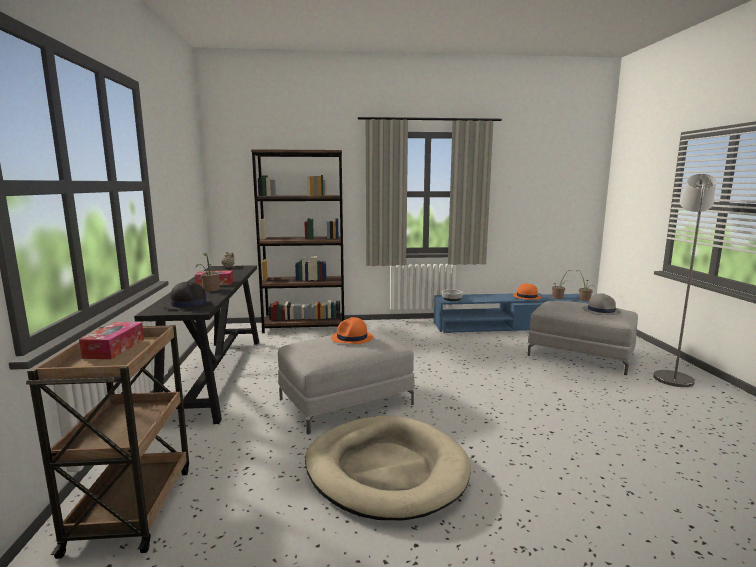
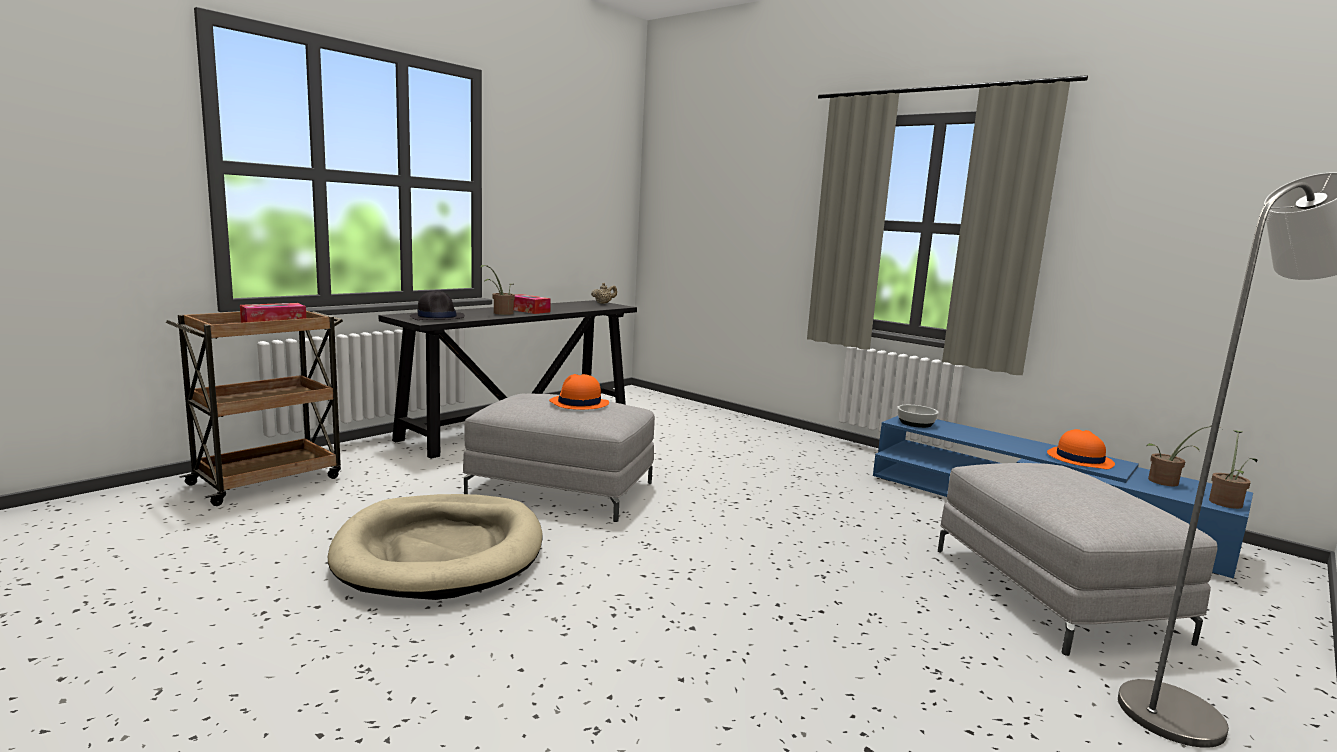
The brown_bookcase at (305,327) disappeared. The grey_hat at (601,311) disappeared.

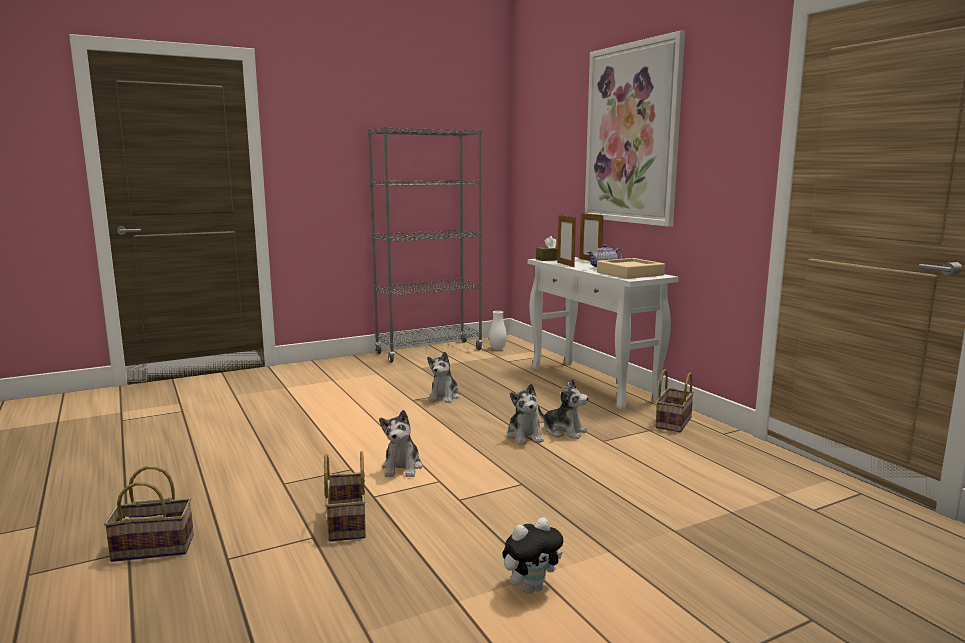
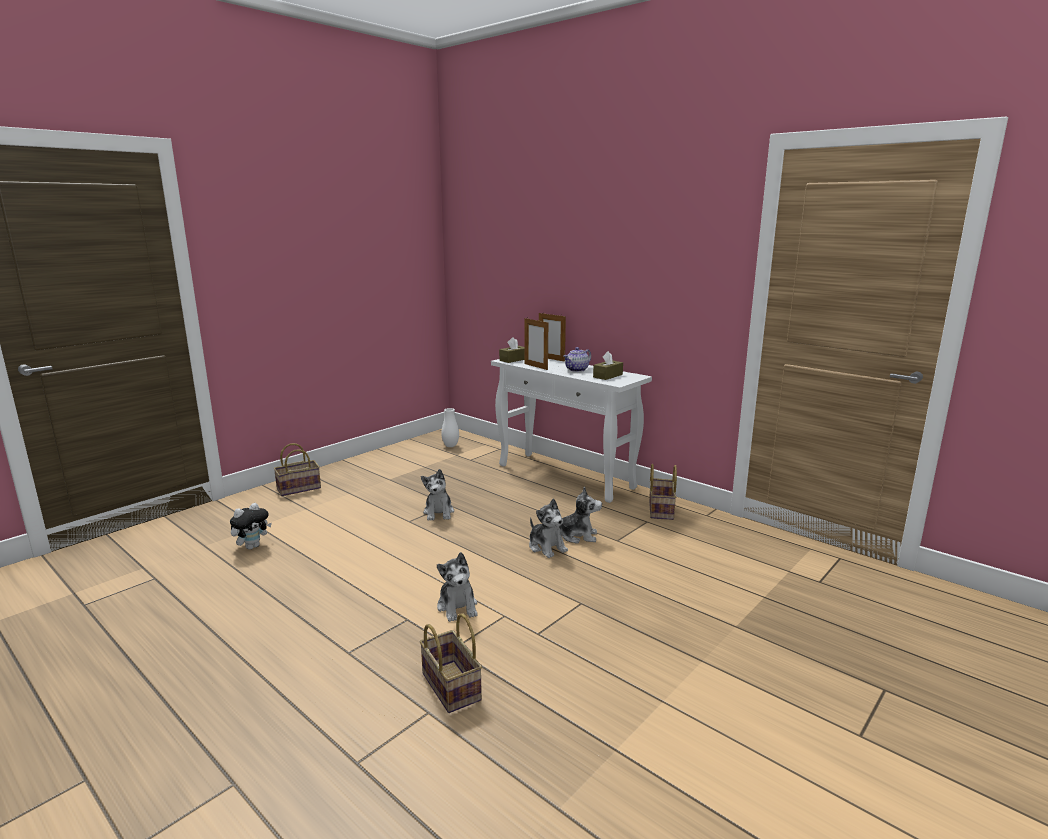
The plush_toy moved from (531,588) to (252,546). The basket moved from (156,547) to (299,488). The beige_tray at (630,273) was replaced by the brown_tissue_box at (608,376). The grey_bookcase at (429,351) disappeared. The picture at (632,134) disappeared.

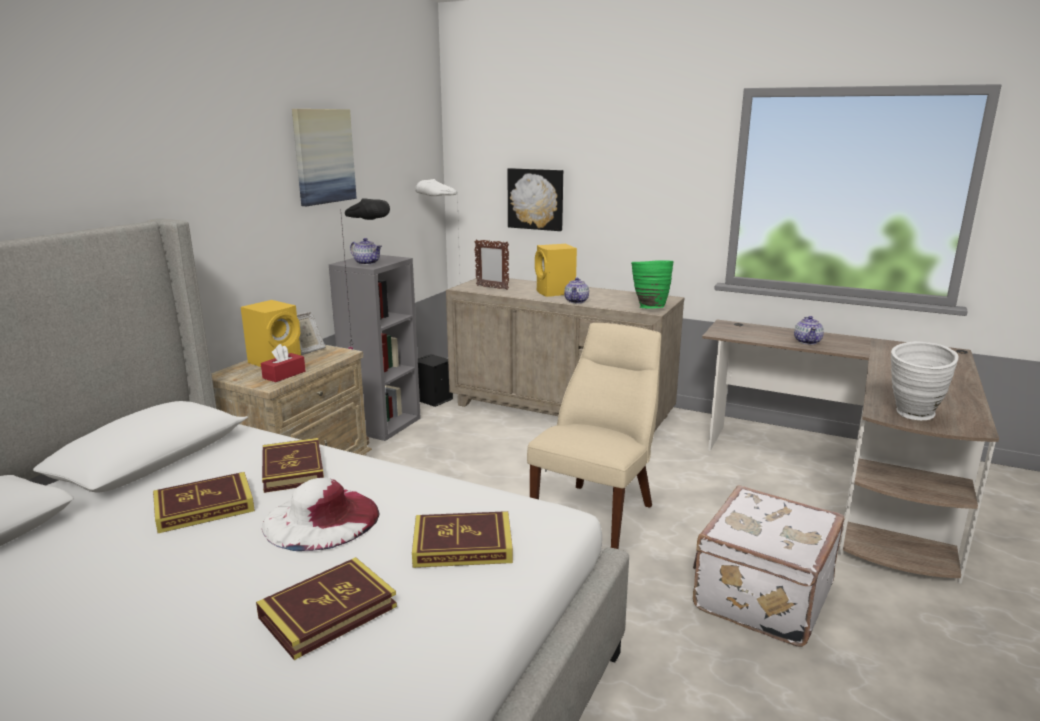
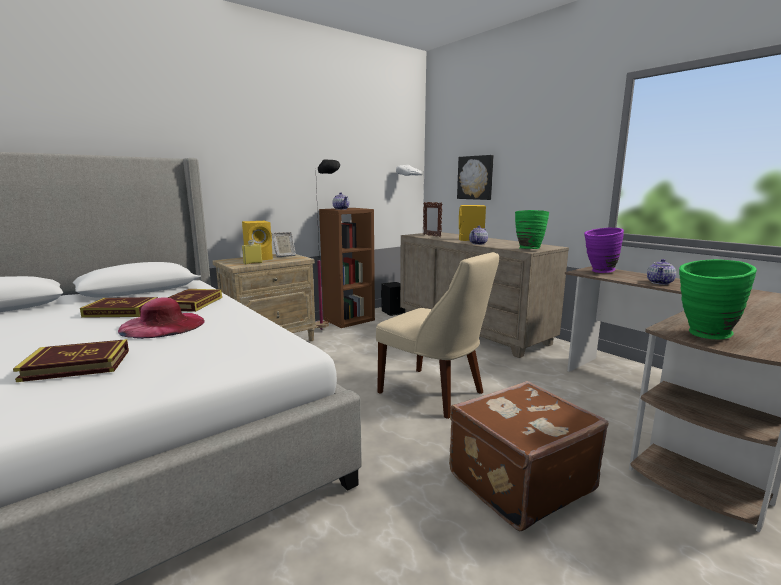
The white_hat at (321,518) became the pink_hat at (162,325). The red_tissue_box at (284,375) was replaced by the yellow_bottle at (252,263). The grey_bookcase at (382,424) became the brown_bookcase at (349,320). The beige_chair at (597,515) turned 75 degrees clockwise. The white_suitcase at (760,596) became the brown_suitcase at (518,480). The purple_vase at (599,272) appeared. The white_vase at (913,416) became the green_vase at (704,335). The picture at (323,156) disappeared. The book at (462,545) disappeared.

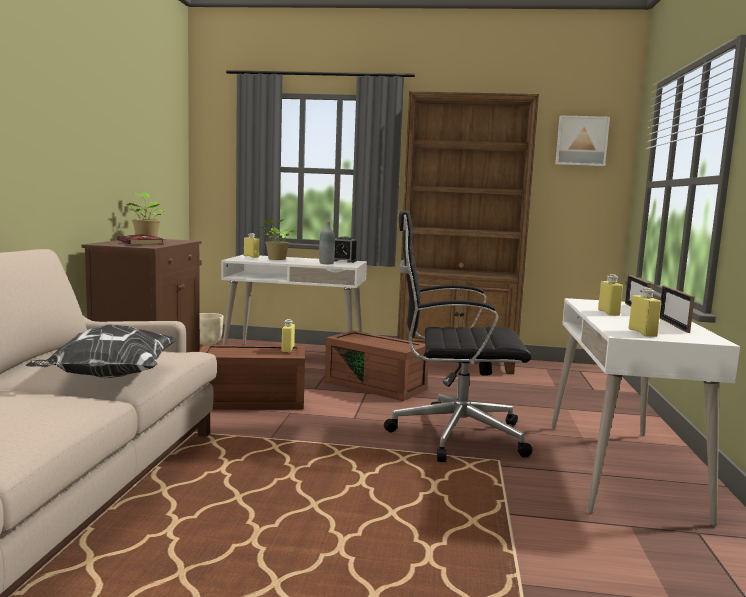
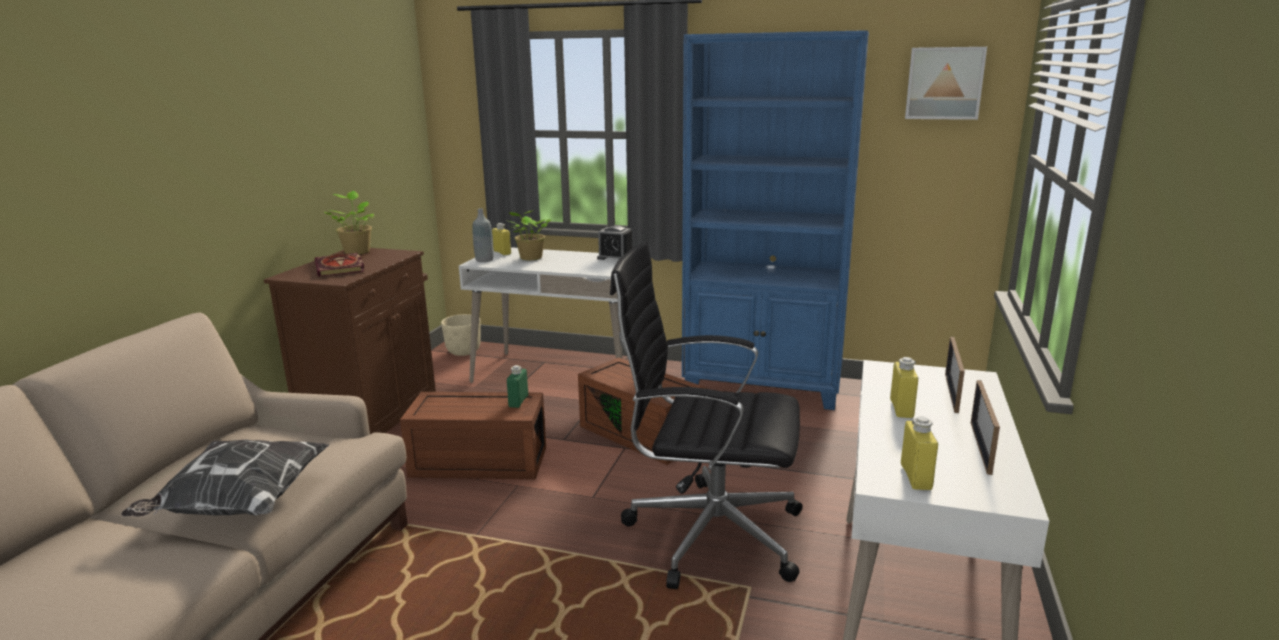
The grey_bottle moved from (326,263) to (484,260). The yellow_bottle at (288,349) became the green_bottle at (518,401). The brown_bookcase at (456,363) became the blue_bookcase at (764,388).

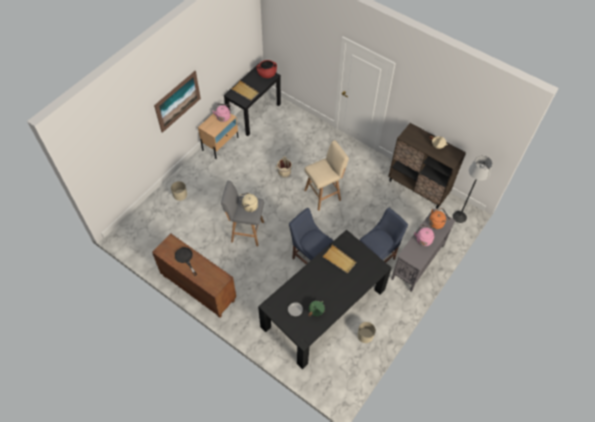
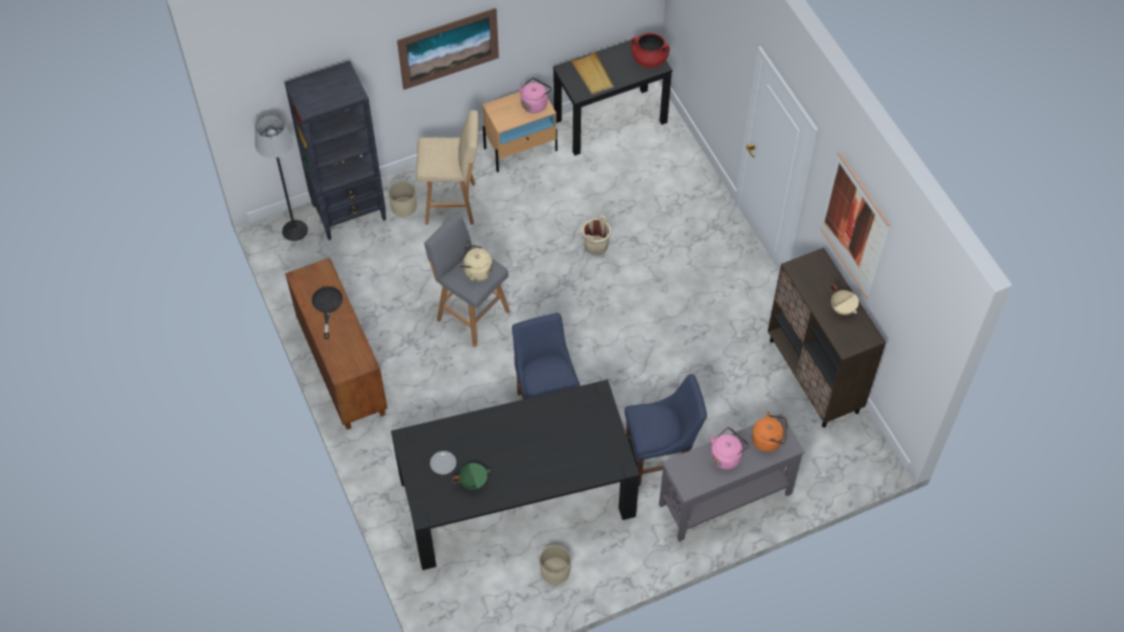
The floor_lamp moved from (459,217) to (294,230). The black_bookcase at (350,212) appeared. The beige_stool moved from (323,194) to (453,203). The picture at (854,225) appeared. The beige_tray at (339,260) disappeared.

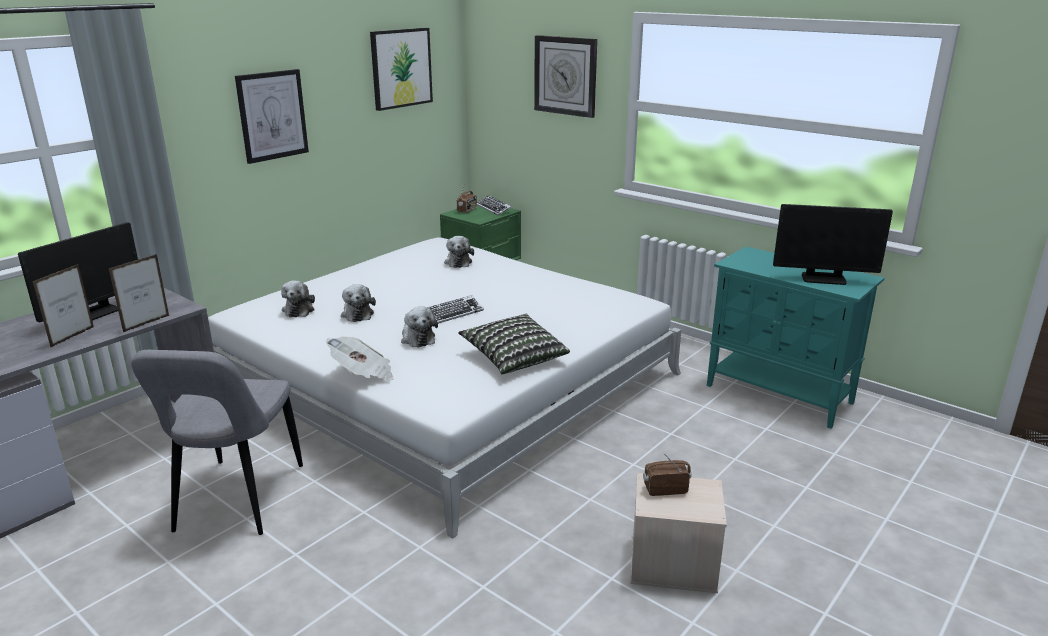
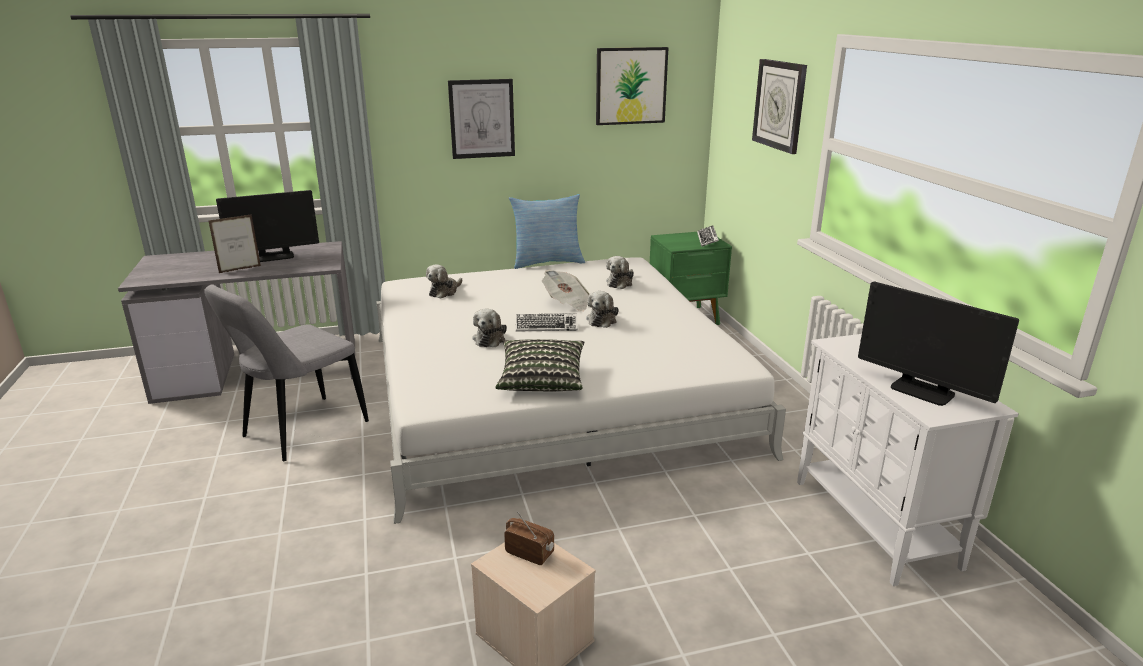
The pillow at (547,262) appeared. The newspaper moved from (363,374) to (567,303). The plush_toy moved from (357,314) to (602,320). The turquoise_cabinet at (780,394) became the white_cabinet at (875,524). The picture_frame at (146,323) disappeared. The radio at (467,210) disappeared.

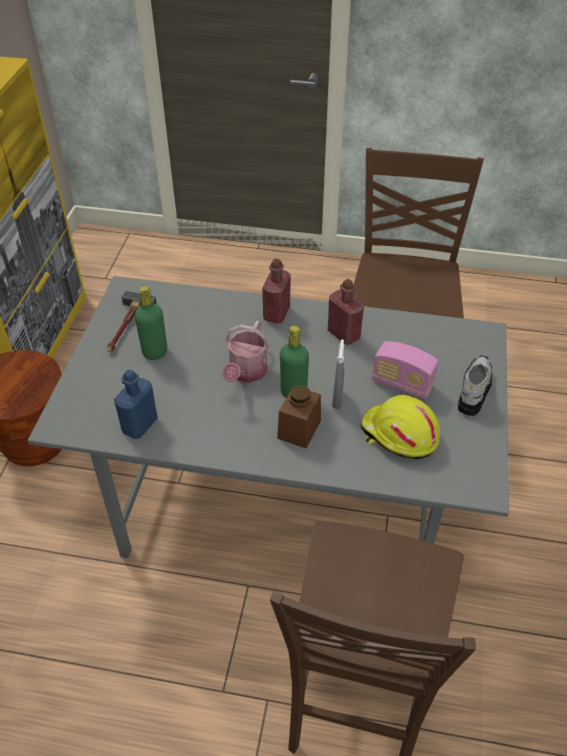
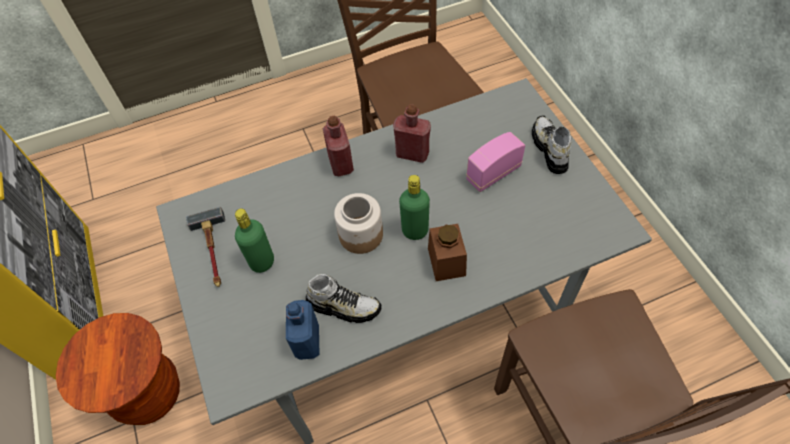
The shoe at (344,306) appeared. The watering_can at (246,373) was replaced by the jar at (360,235). The radio at (402,384) turned 150 degrees clockwise. The grey_spray_bottle at (337,399) disappeared. The yellow_hard_hat at (398,435) disappeared.

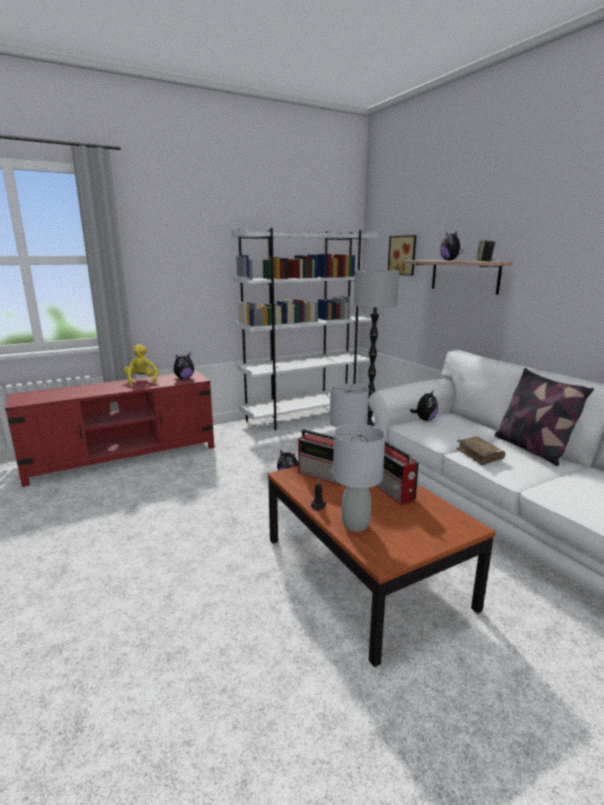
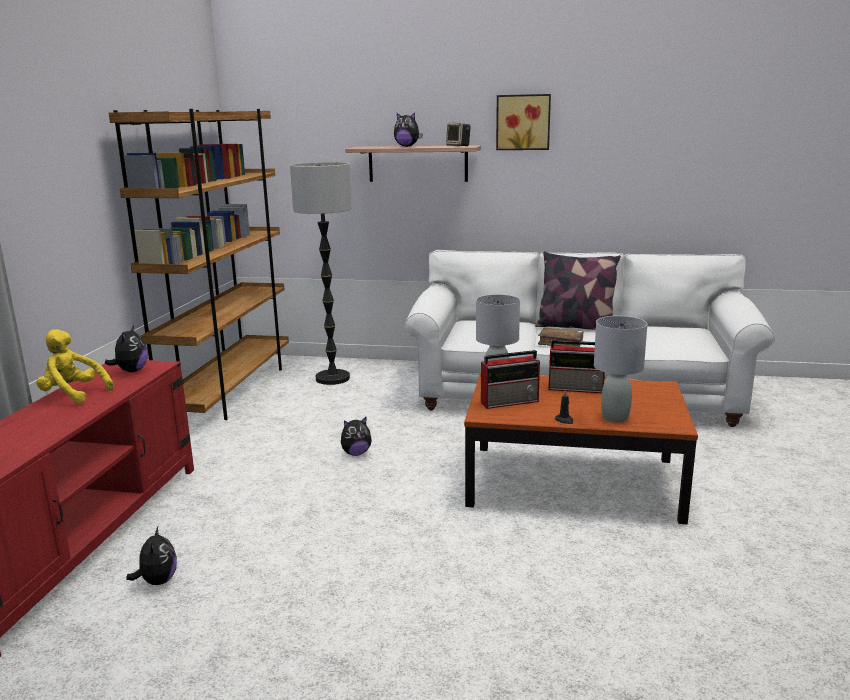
The white_bookcase at (307,416) became the brown_bookcase at (230,391). The plush_toy moved from (424,419) to (158,581). The picture moved from (403,255) to (523,122).

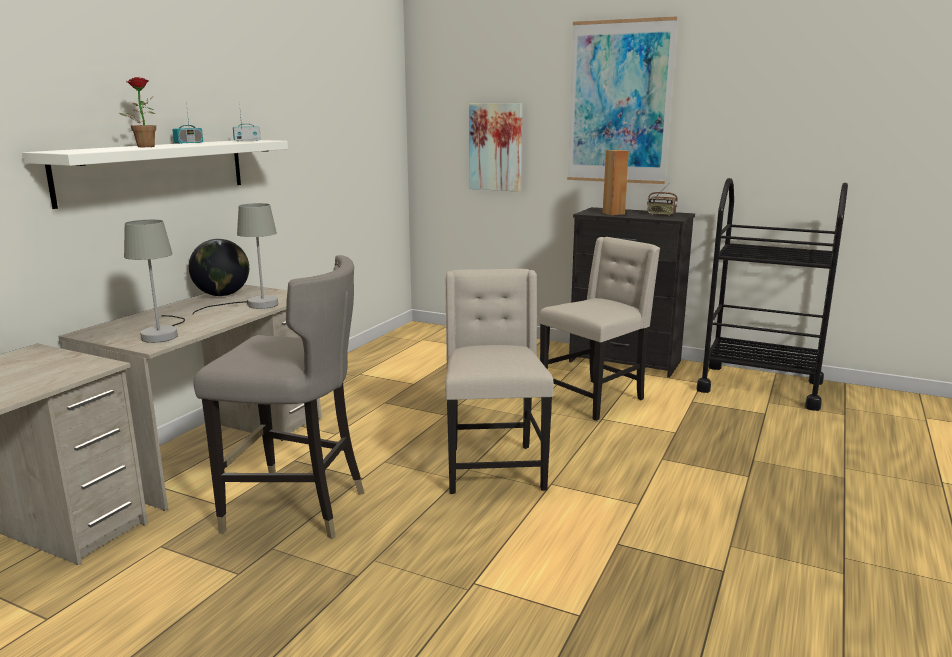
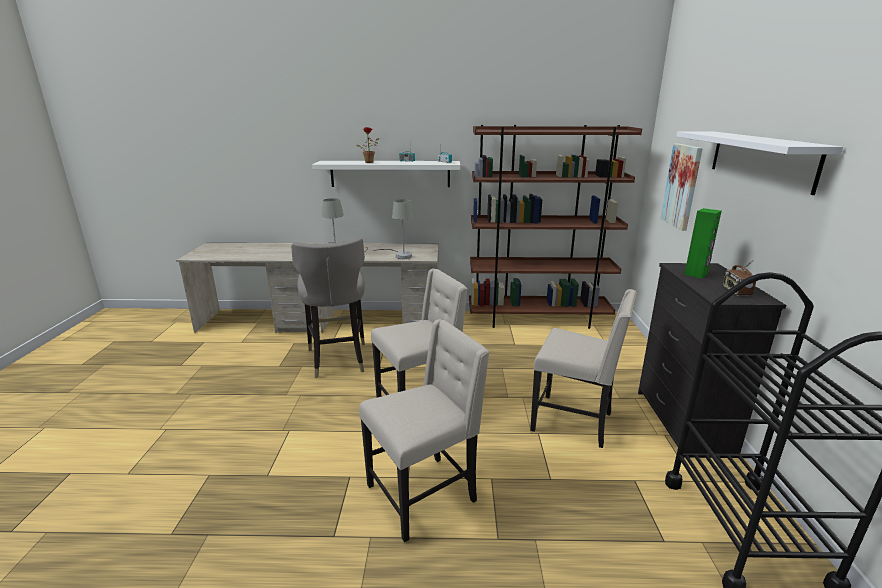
The beige_chair at (424,494) appeared. The brown_bookcase at (538,319) appeared. The picture at (619,103) was replaced by the white_shelf at (760,159). The brown_speaker at (614,213) became the green_speaker at (696,274). The globe at (222,295) disappeared.

